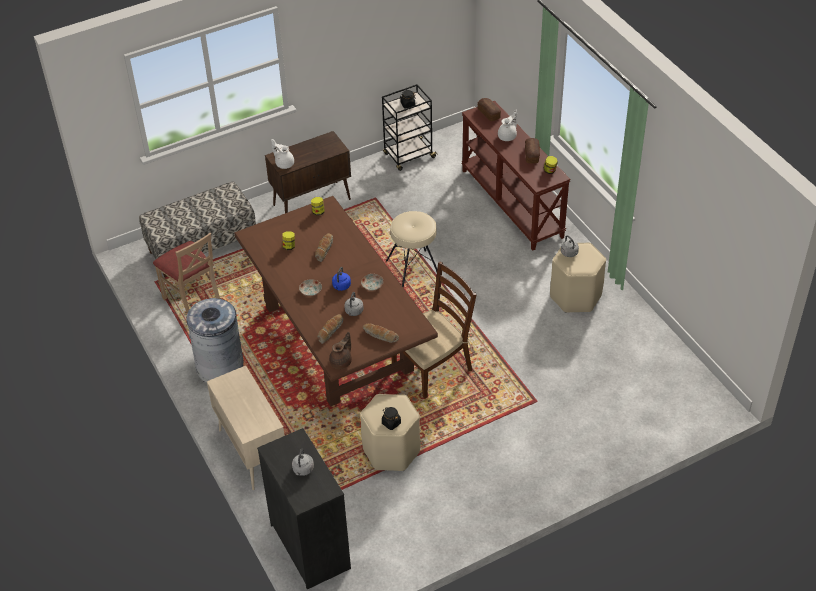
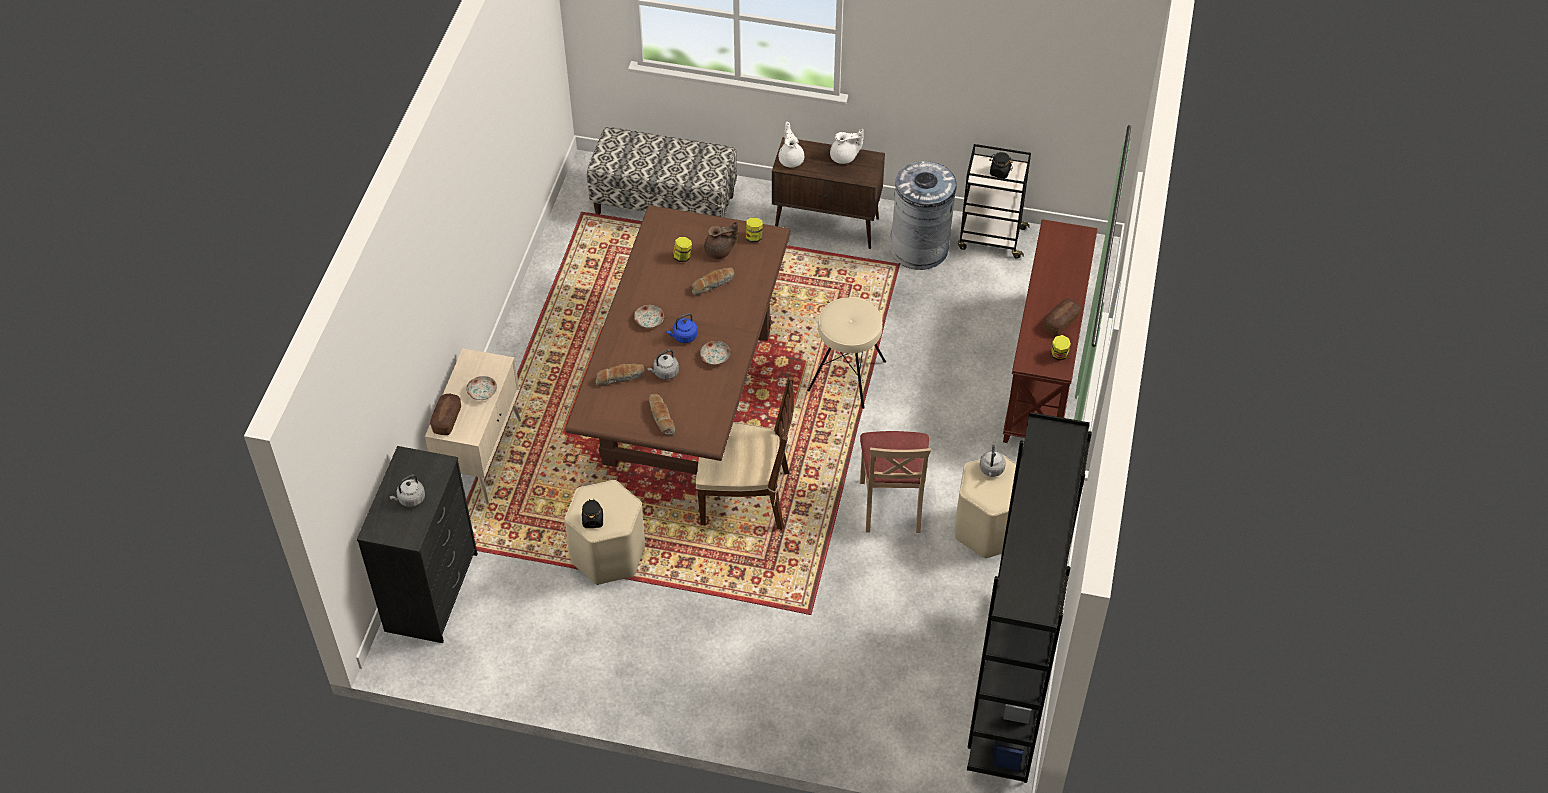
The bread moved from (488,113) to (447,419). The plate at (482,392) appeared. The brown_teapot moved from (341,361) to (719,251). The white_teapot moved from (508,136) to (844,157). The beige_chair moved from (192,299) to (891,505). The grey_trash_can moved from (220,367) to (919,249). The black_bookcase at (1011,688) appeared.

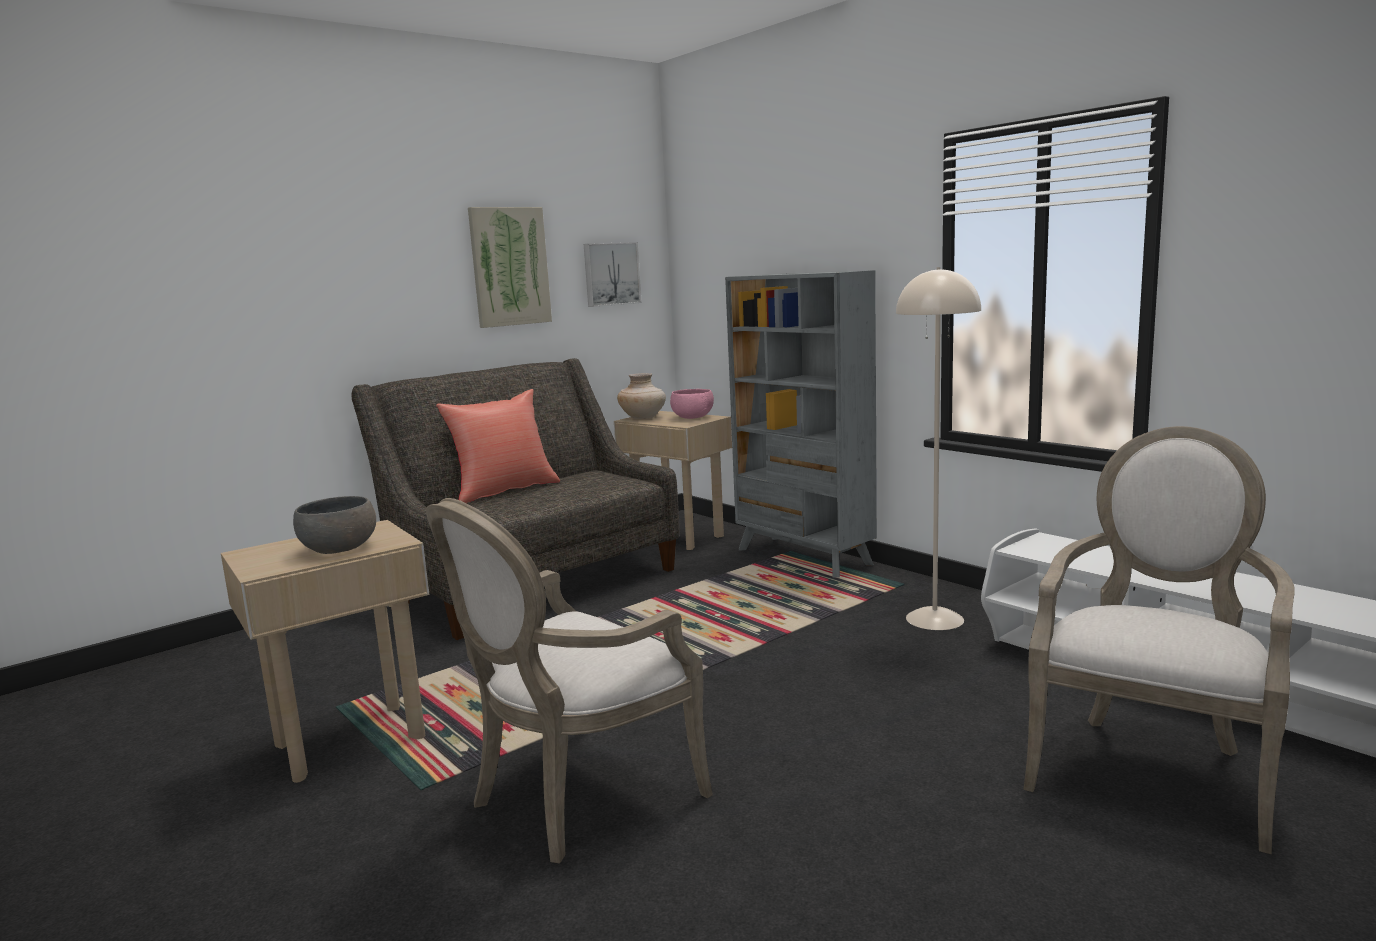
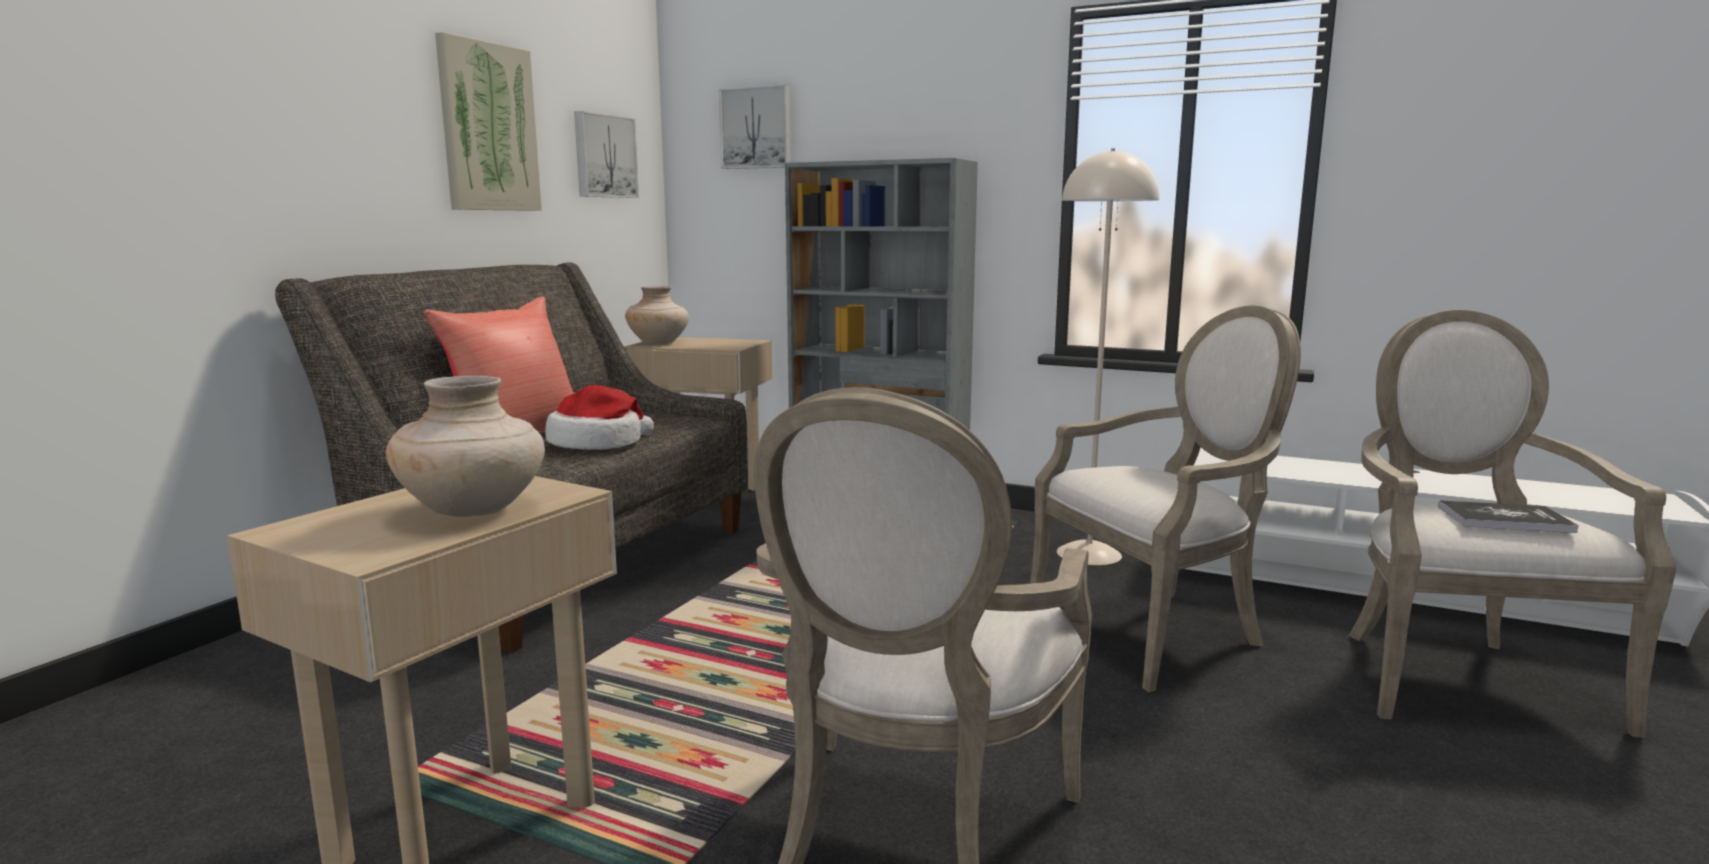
The grey_bowl at (339,548) was replaced by the beige_vase at (474,510). The hat at (598,443) appeared. The picture at (757,128) appeared. The armchair at (1156,631) appeared. The book at (1504,519) appeared. The pink_bowl at (692,417) disappeared.

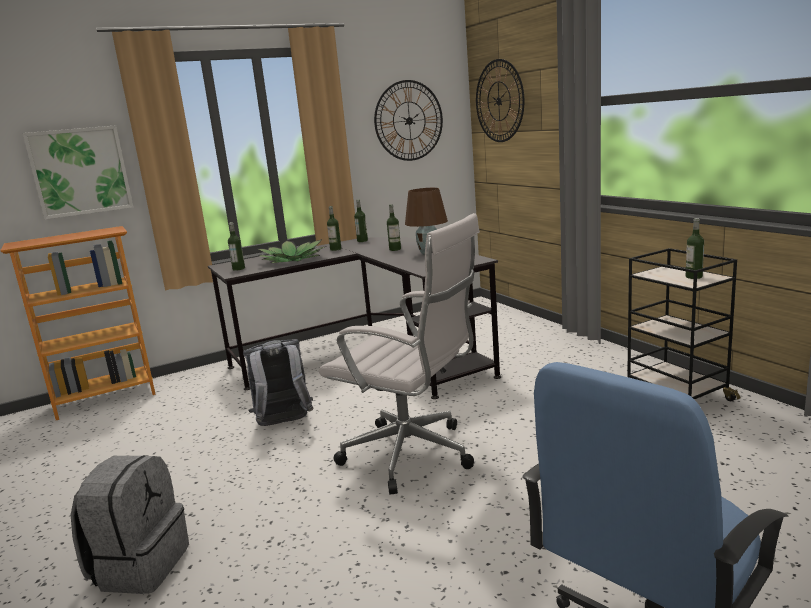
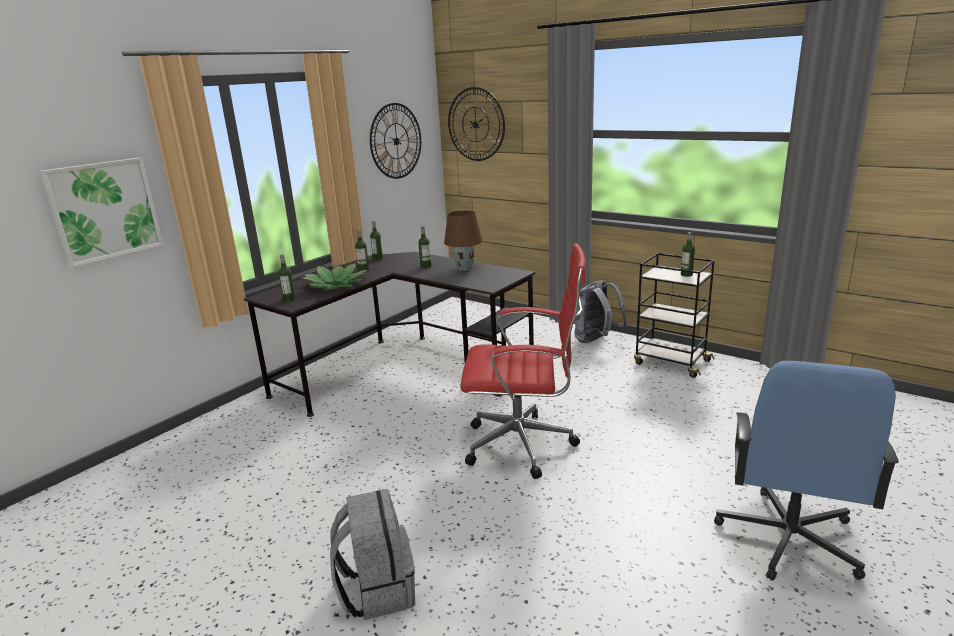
The white_office_chair at (414,456) became the red_office_chair at (525,445). The grey_backpack moved from (284,424) to (596,340). The bookcase at (106,398) disappeared.

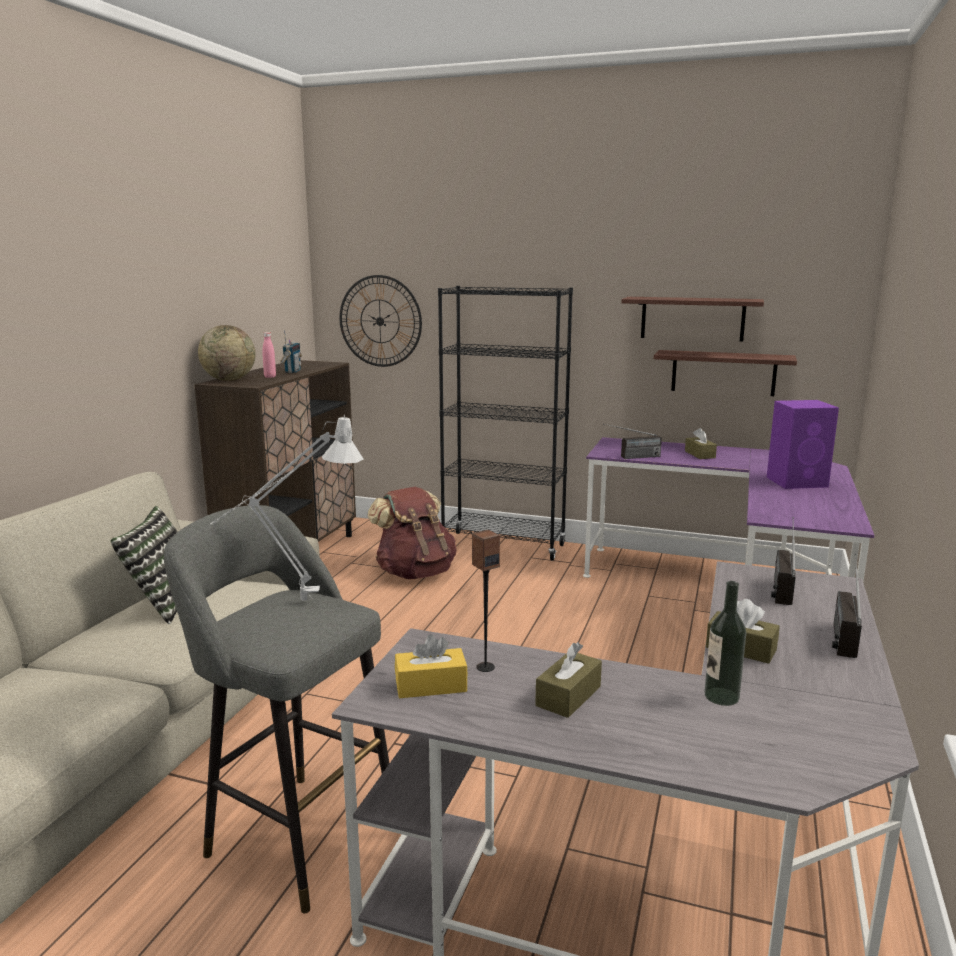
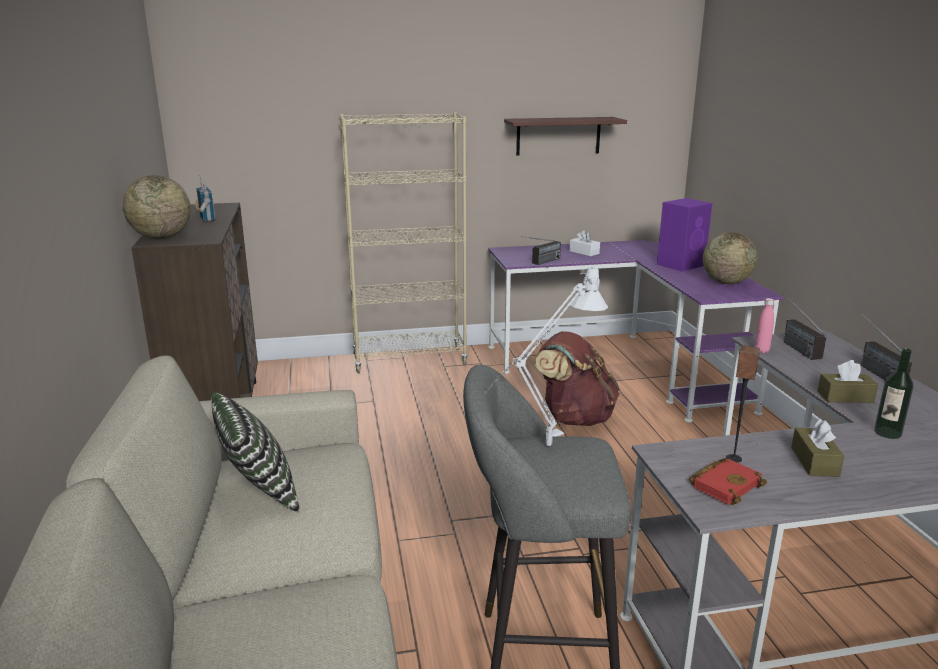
The black_bookcase at (503,546) became the beige_bookcase at (410,361). The brown_backpack moved from (415,573) to (574,417). The brown_tissue_box at (700,454) became the white_tissue_box at (584,252). The yellow_tissue_box at (431,685) was replaced by the red_book at (725,484). The globe at (726,282) appeared. The pink_bottle moved from (270,377) to (761,351). The wall_clock at (380,321) disappeared. The shelf at (723,373) disappeared.

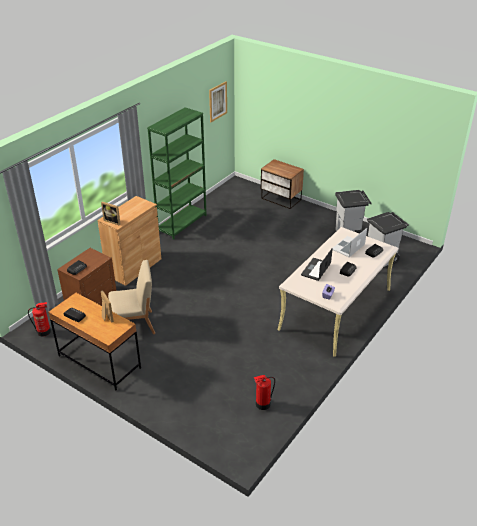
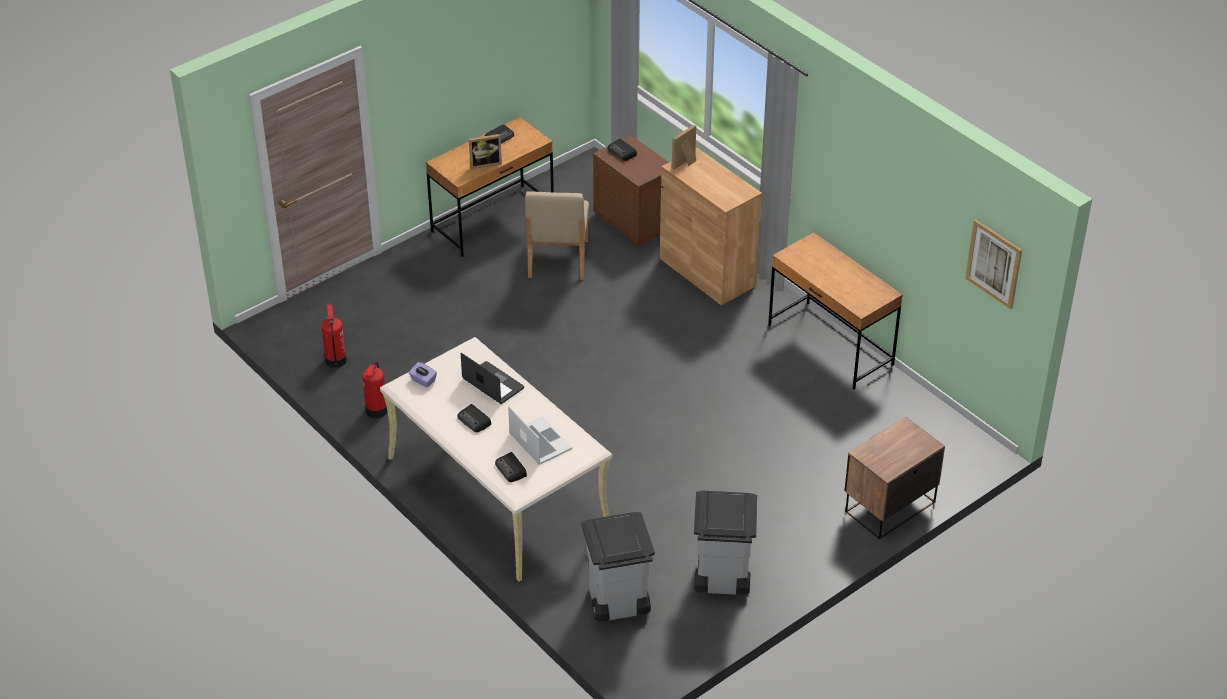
The fire_extinguisher moved from (44,332) to (376,410). The green_bookcase at (182,223) was replaced by the brown_desk at (830,345).

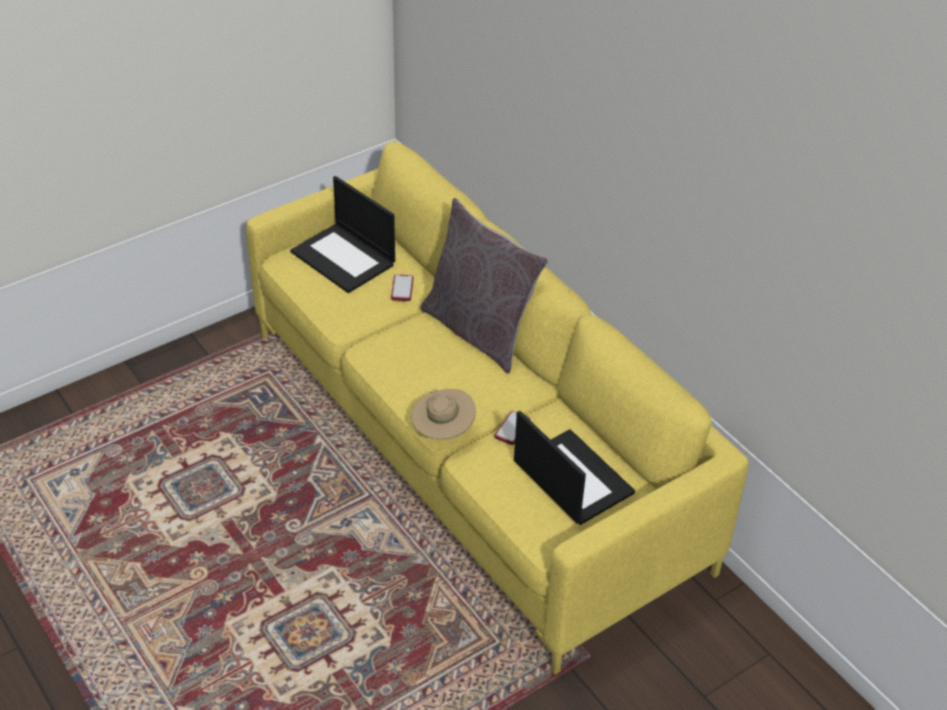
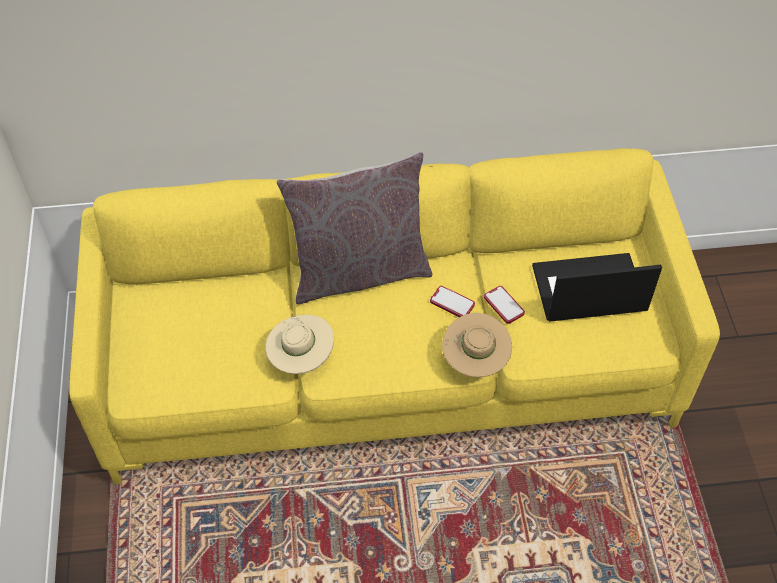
The beige_hat at (301,358) appeared. The phone moved from (402,289) to (452,303). The laptop at (344,258) disappeared.

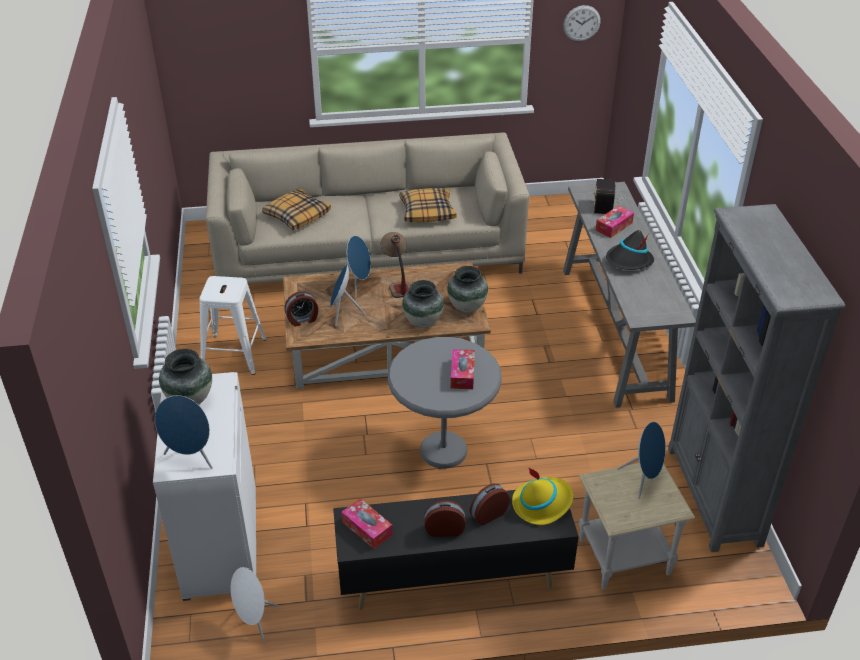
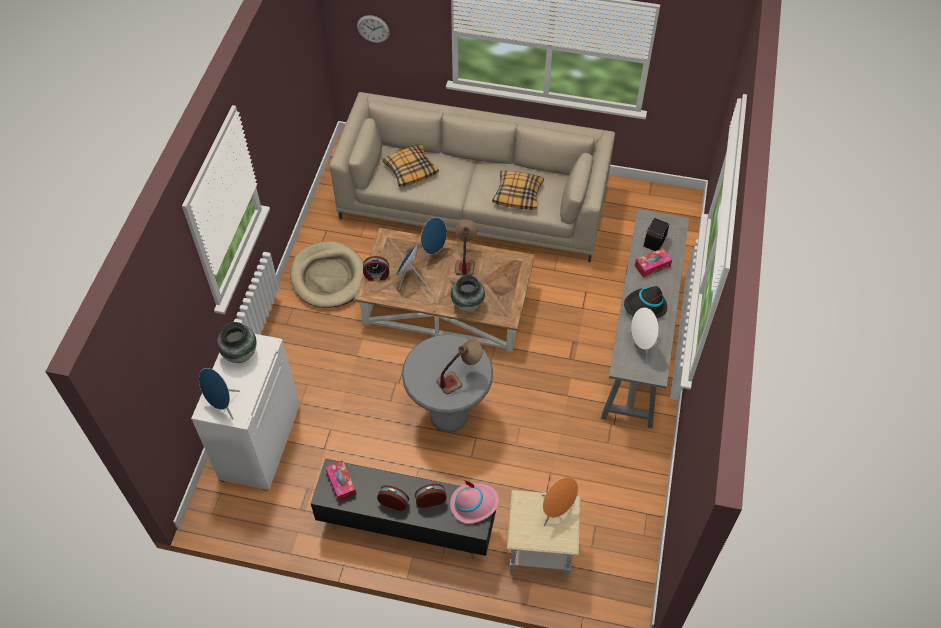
The white_stool at (233,354) was replaced by the beige_dog_bed at (328,277). The wall_clock moved from (581,23) to (373,29). The tissue_box at (462,374) was replaced by the table_lamp at (459,377). The yellow_hat at (542,503) became the pink_hat at (474,504). The blue_speaker at (643,480) became the orange_speaker at (556,510). The white_speaker moved from (255,621) to (642,346). The vase at (467,307) disappeared. The grey_bookcase at (714,496) disappeared.

